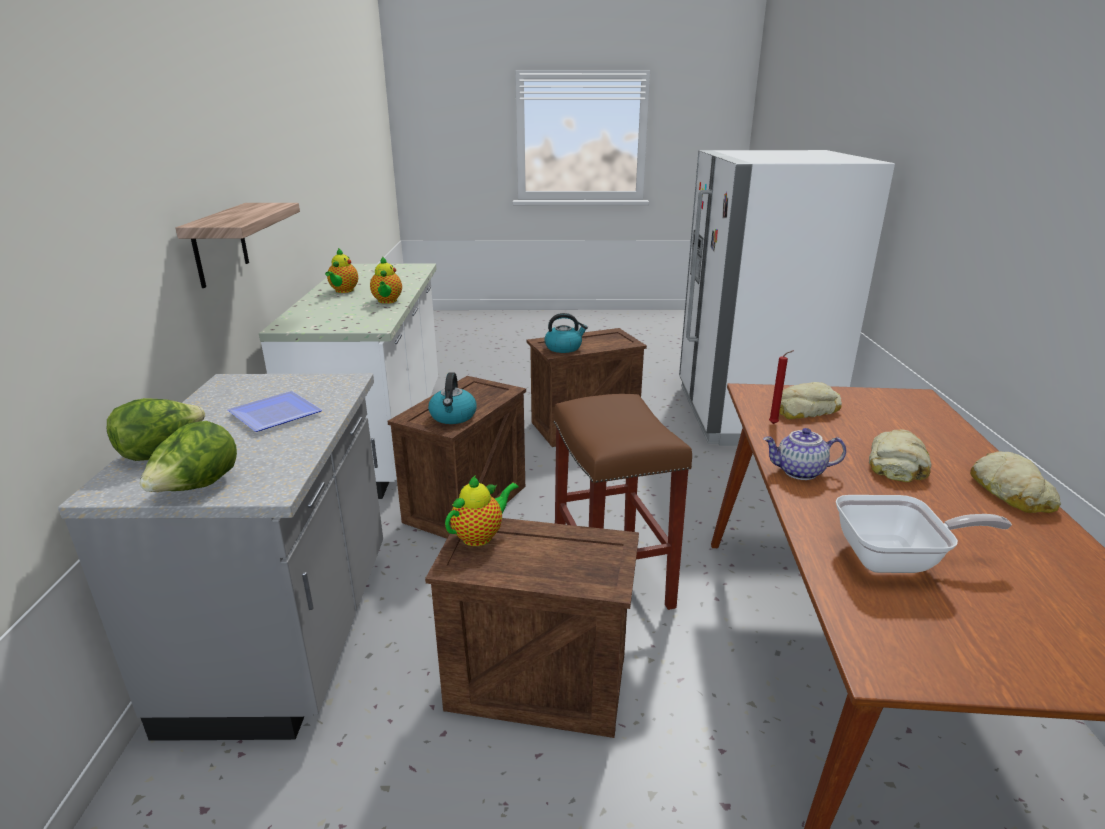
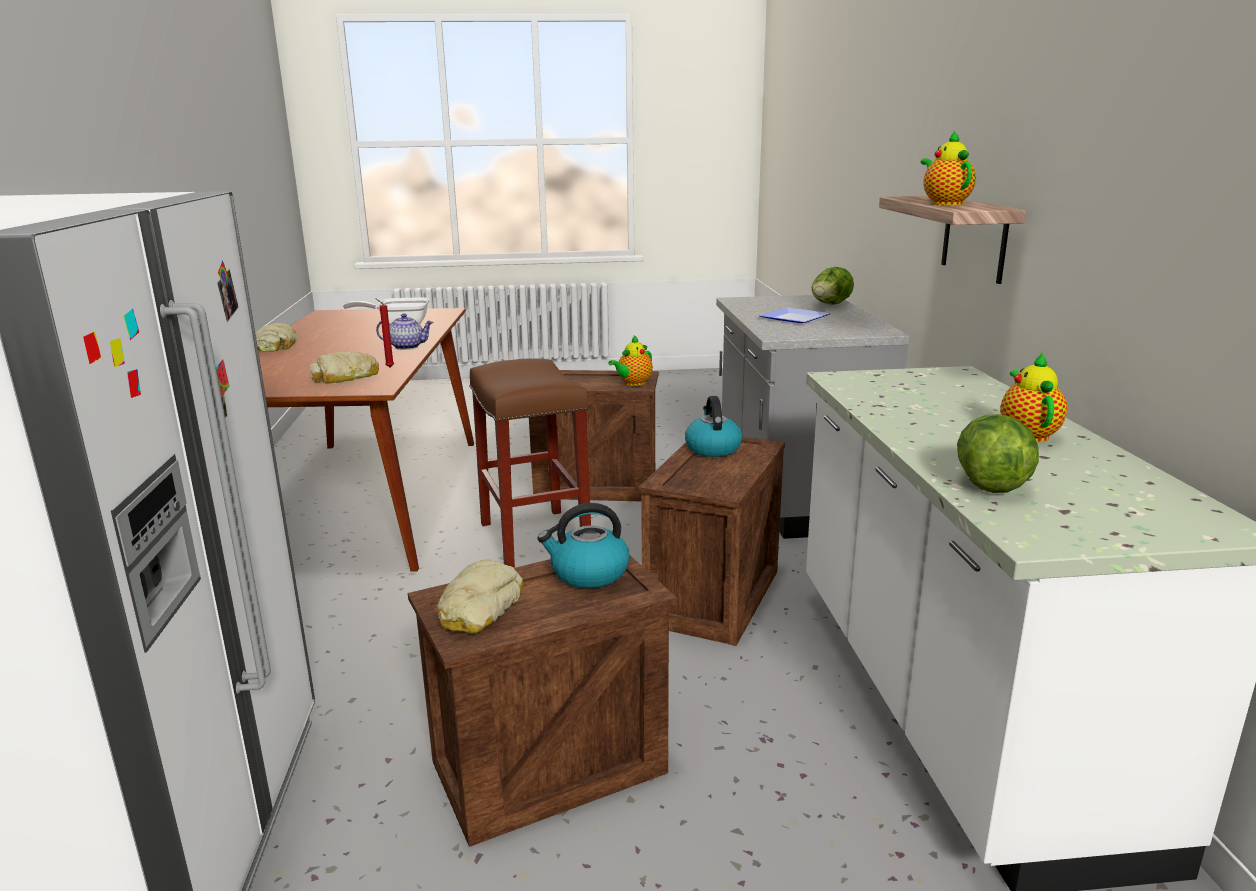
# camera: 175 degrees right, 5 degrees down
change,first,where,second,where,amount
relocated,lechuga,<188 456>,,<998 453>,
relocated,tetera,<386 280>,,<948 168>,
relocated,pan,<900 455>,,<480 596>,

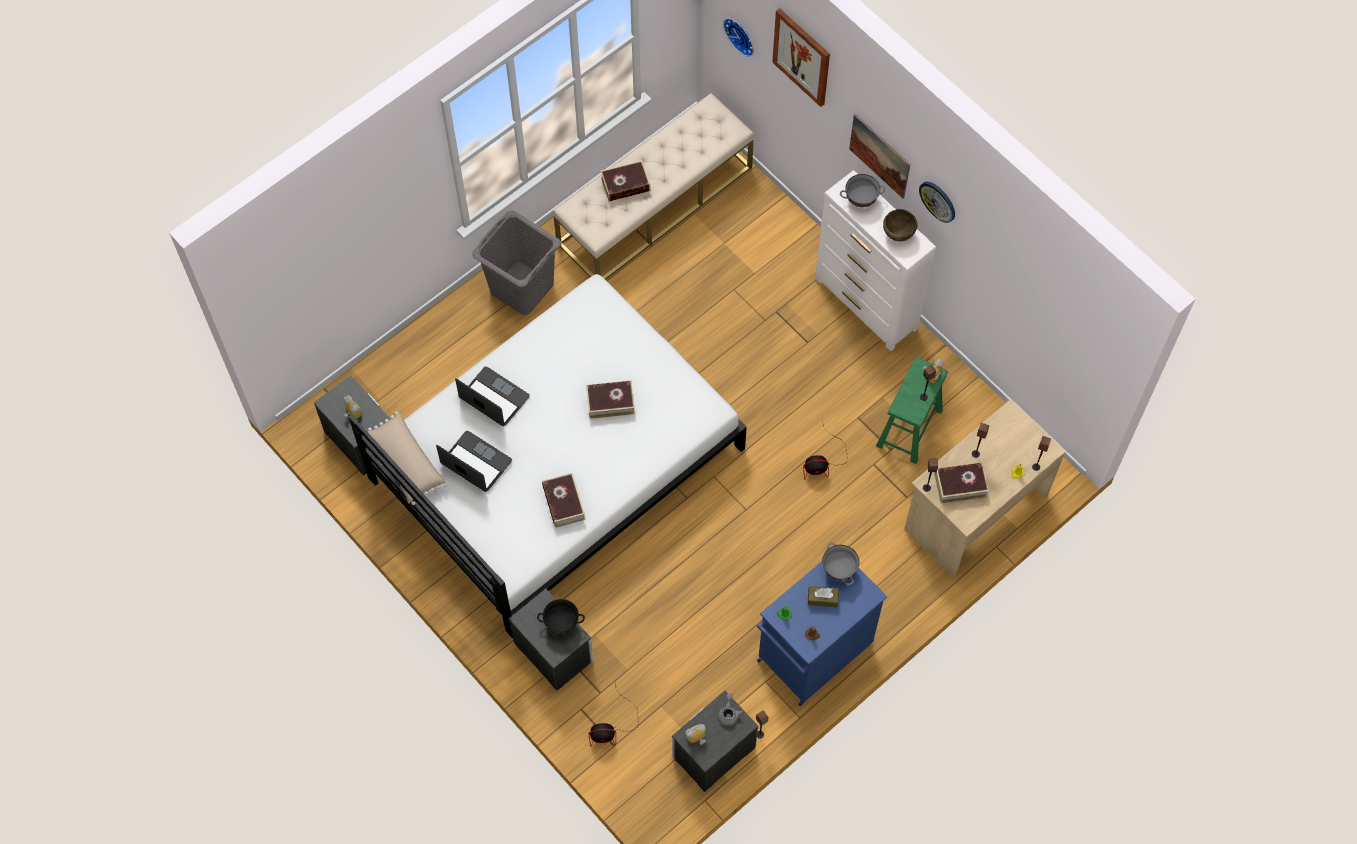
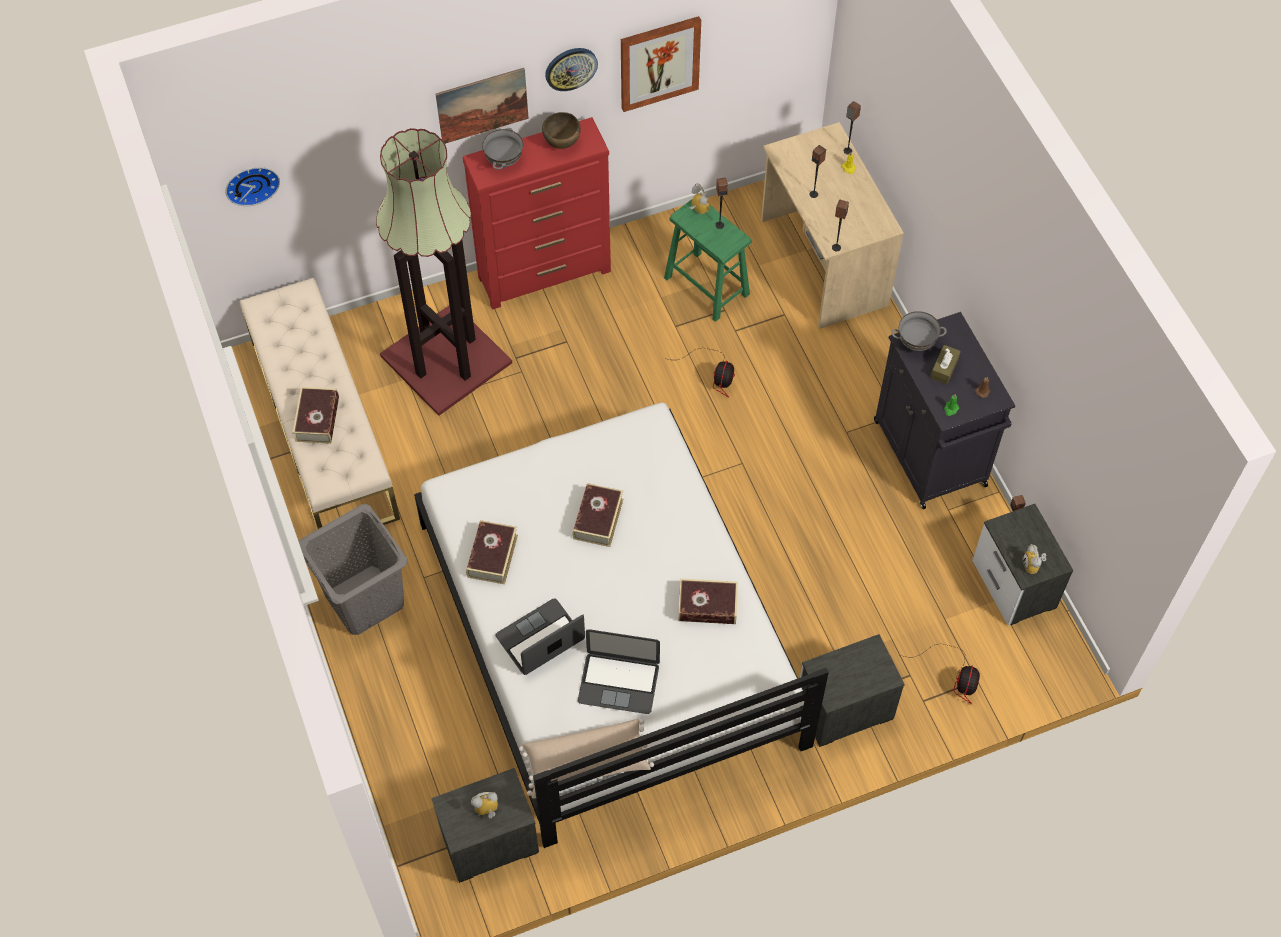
# camera: 70 degrees left, 5 degrees down
change,first,where,second,where,amount
missing,cuenco [negro],<561 617>,,,
missing,tetera [gris],<730 709>,,,
appeared,,,lámpara de pie,<444 272>,
relocated,cuadro,<801 57>,,<661 64>,
relocated,libro,<961 483>,,<492 552>,
colour,armario [azul],<822 633>,armario [negro],<944 410>,
colour,cómoda [blanco],<875 260>,cómoda [rojo],<536 213>,
spun,portátil,<474 461>,,<619 671>,135 degrees counterclockwise

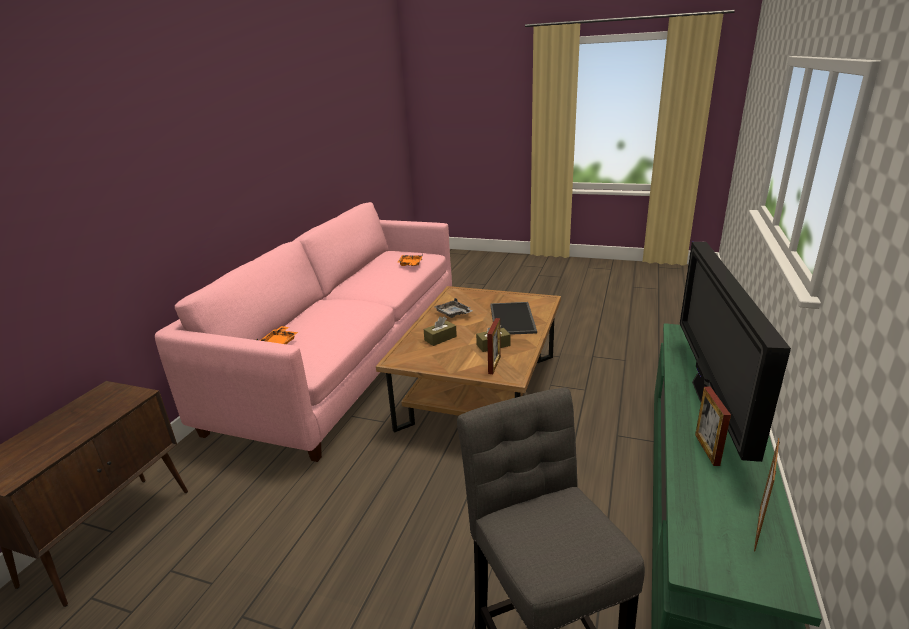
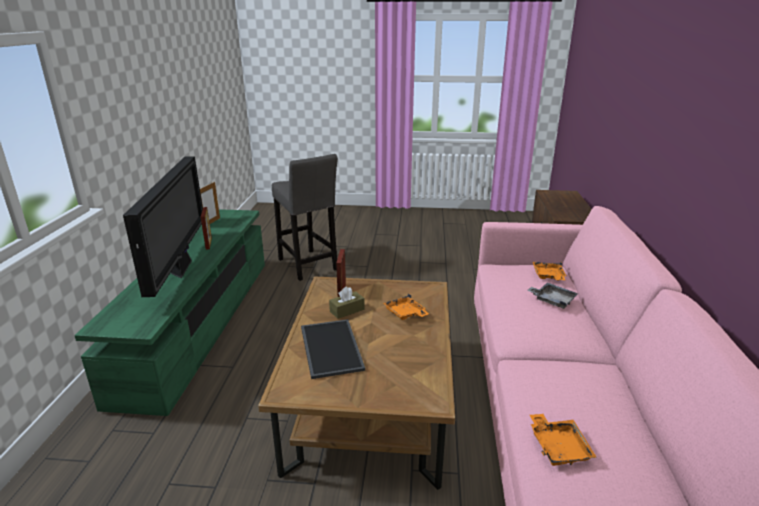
# camera: 165 degrees right, 0 degrees up
change,first,where,second,where,amount
relocated,bandeja [gris],<453 308>,,<552 296>,
exchanged,caja de pañuelos [marrón],<440 331>,bandeja [naranja],<406 306>,

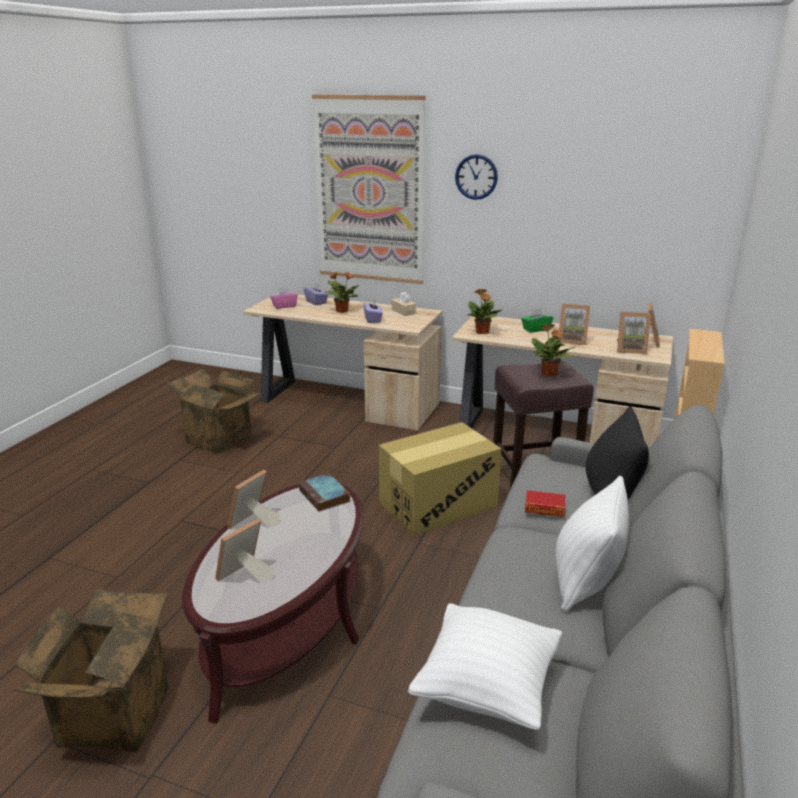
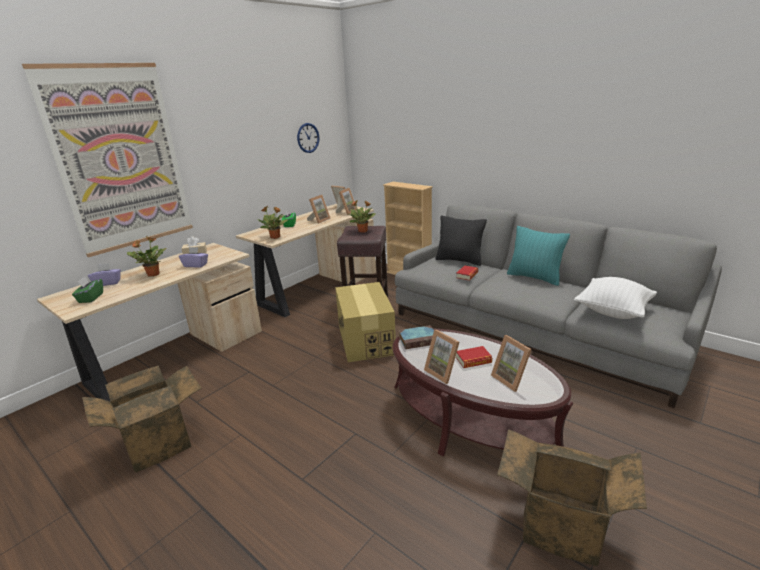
# camera: 70 degrees left, 0 degrees up
change,first,where,second,where,amount
appeared,,,libro,<474 357>,
relocated,reloj de pared,<476 177>,,<308 138>,
colour,caja de pañuelos [rosa],<284 297>,caja de pañuelos [verde],<87 290>,
colour,cojín [blanco],<592 544>,cojín [turquesa],<538 256>,

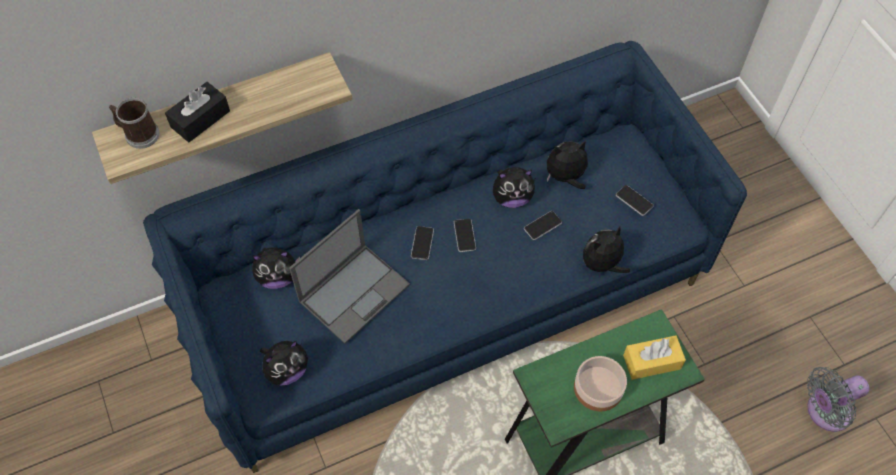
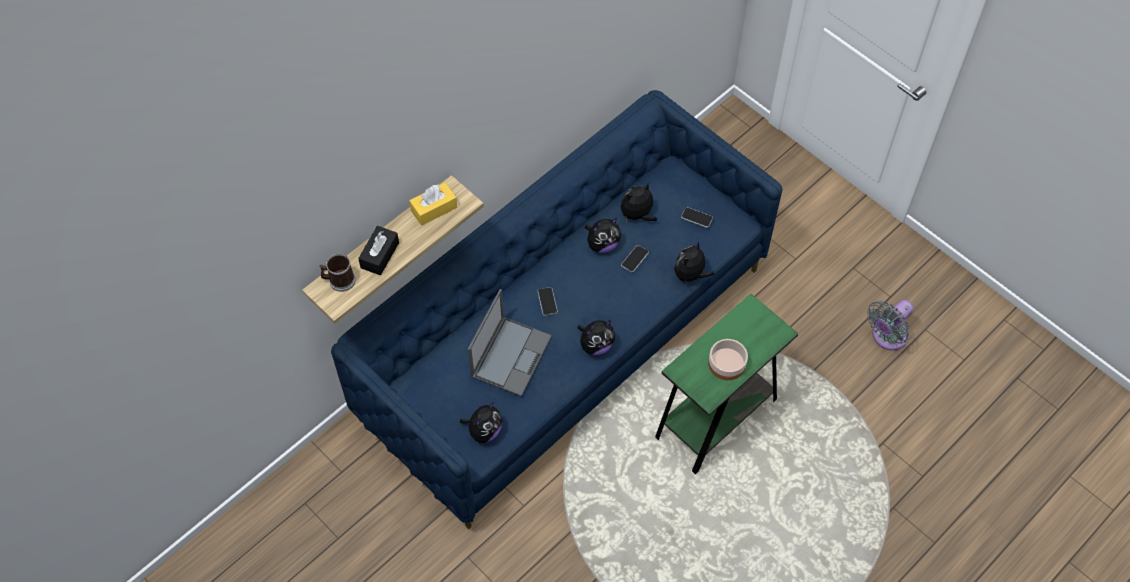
# camera: 20 degrees left, 0 degrees up
change,first,where,second,where,amount
missing,móvil,<465 235>,,,
relocated,peluche,<276 268>,,<596 337>,
relocated,caja de pañuelos [amarillo],<654 357>,,<433 204>,

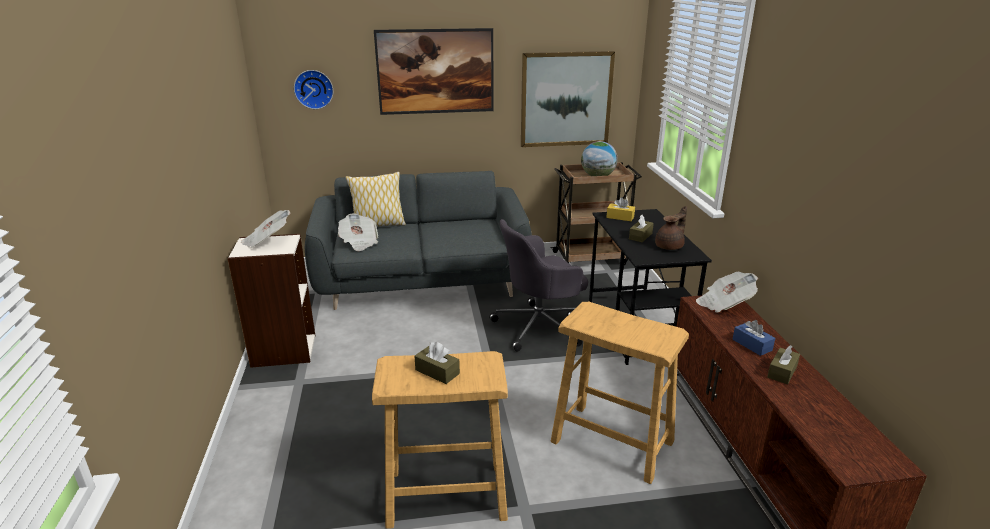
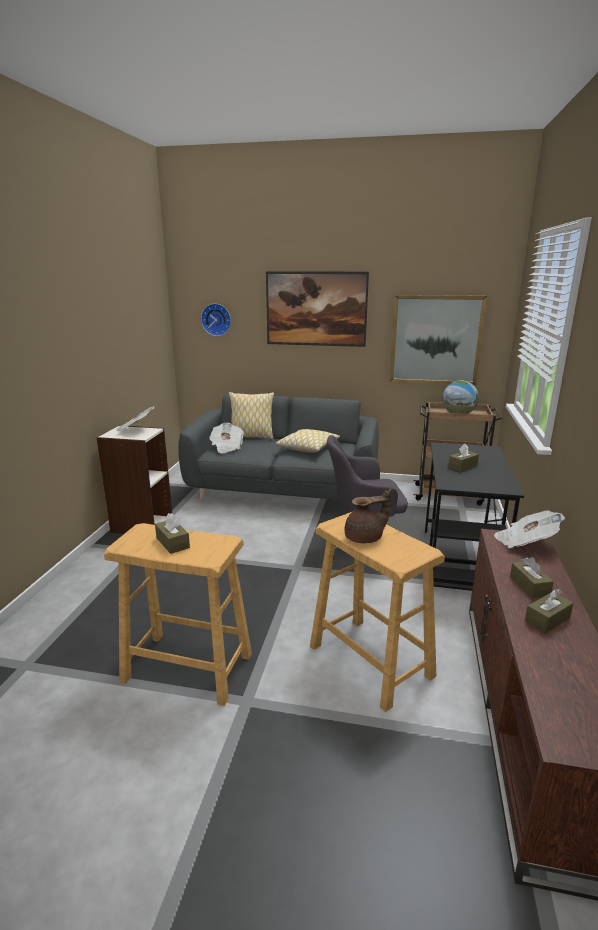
# camera: 20 degrees right, 5 degrees down
change,first,where,second,where,amount
missing,caja de pañuelos [amarillo],<620 209>,,,
appeared,,,cojín,<307 441>,
relocated,tetera [marrón],<671 228>,,<368 515>,
colour,caja de pañuelos [azul],<753 338>,caja de pañuelos [marrón],<532 577>,

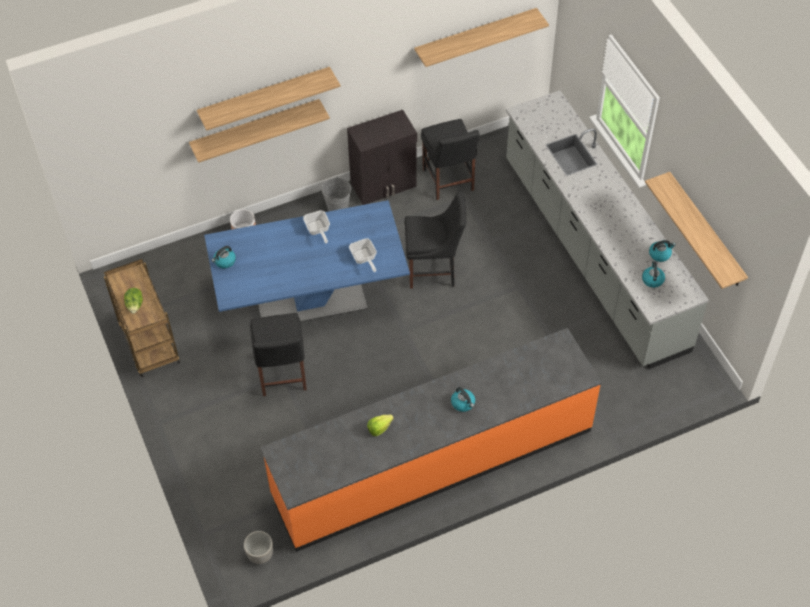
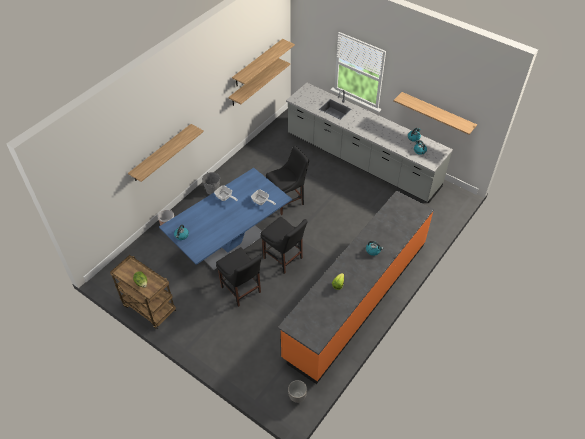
# camera: 30 degrees left, 5 degrees down
change,first,where,second,where,amount
missing,armario [negro],<382 157>,,,
relocated,estante,<268 99>,,<259 82>,
relocated,silla [negro],<450 159>,,<284 245>,

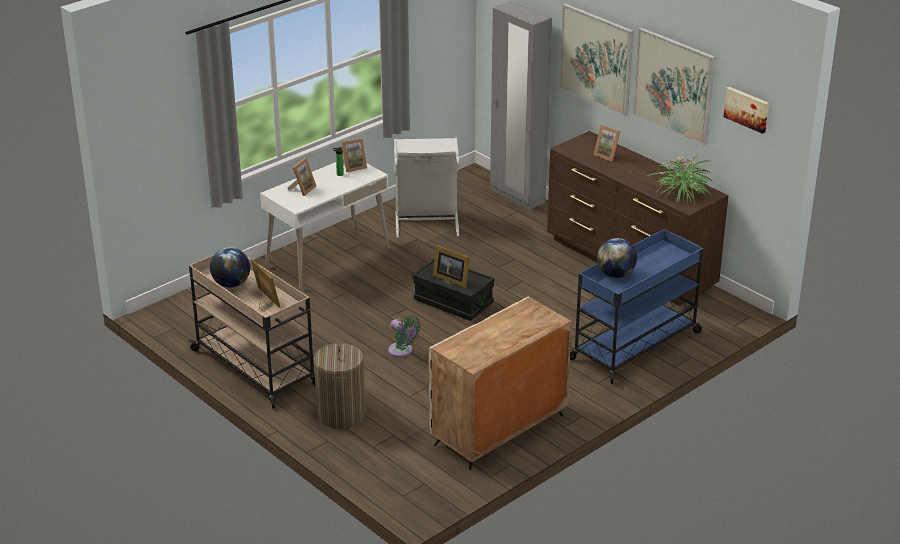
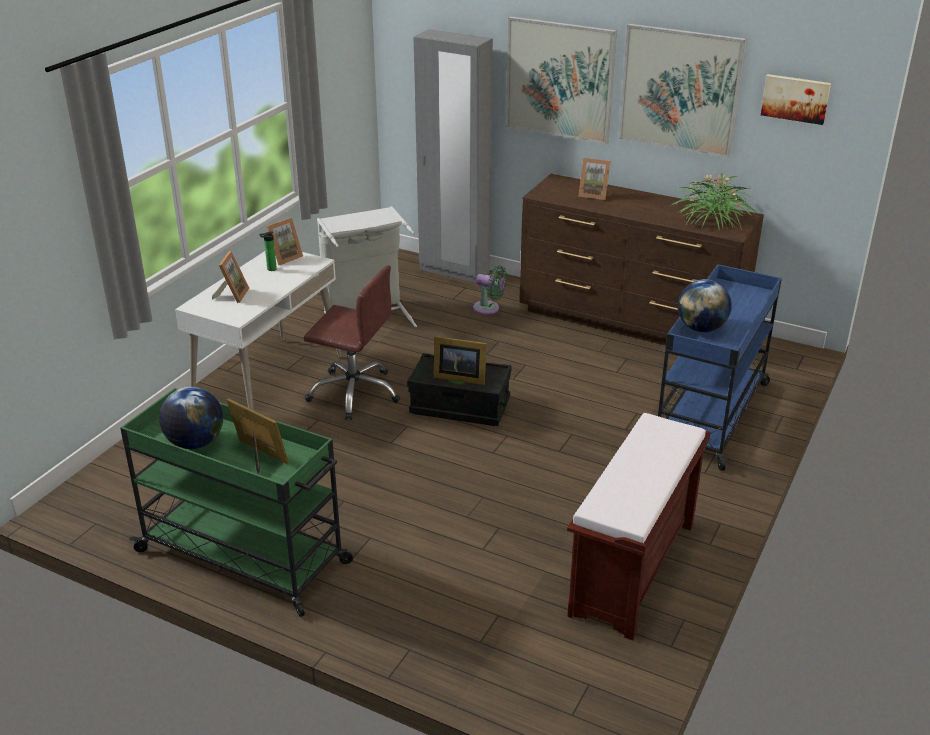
# camera: 20 degrees left, 0 degrees up
change,first,where,second,where,amount
missing,cesto de la ropa,<339 385>,,,
appeared,,,silla de oficina [marrón],<352 342>,
relocated,ventilador [verde],<404 336>,,<490 290>,
exchanged,armario [beis],<500 383>,banco [marrón],<639 526>,
colour,carrito [beis],<251 331>,carrito [verde],<236 502>,

